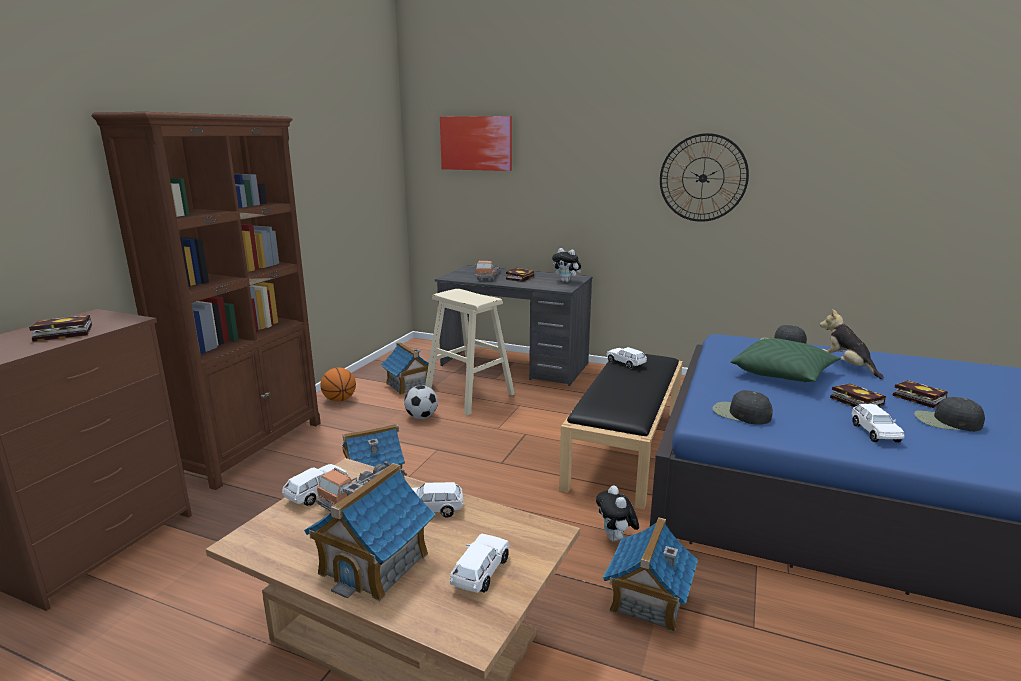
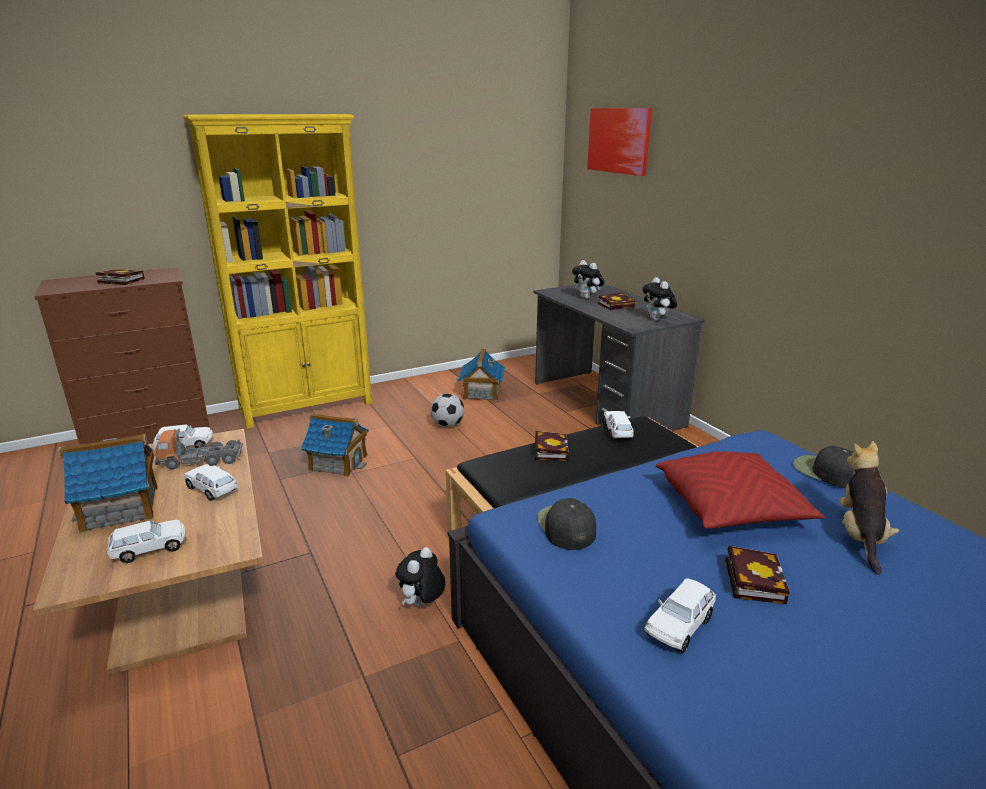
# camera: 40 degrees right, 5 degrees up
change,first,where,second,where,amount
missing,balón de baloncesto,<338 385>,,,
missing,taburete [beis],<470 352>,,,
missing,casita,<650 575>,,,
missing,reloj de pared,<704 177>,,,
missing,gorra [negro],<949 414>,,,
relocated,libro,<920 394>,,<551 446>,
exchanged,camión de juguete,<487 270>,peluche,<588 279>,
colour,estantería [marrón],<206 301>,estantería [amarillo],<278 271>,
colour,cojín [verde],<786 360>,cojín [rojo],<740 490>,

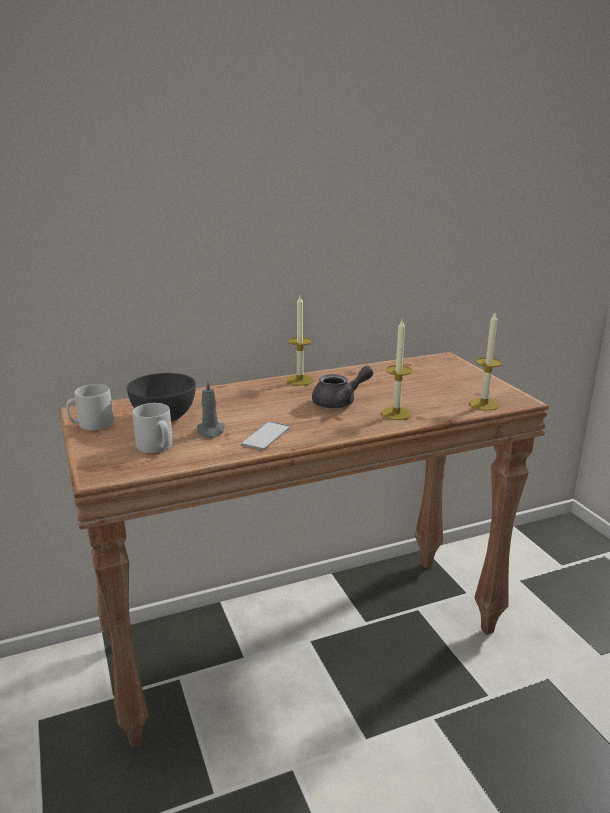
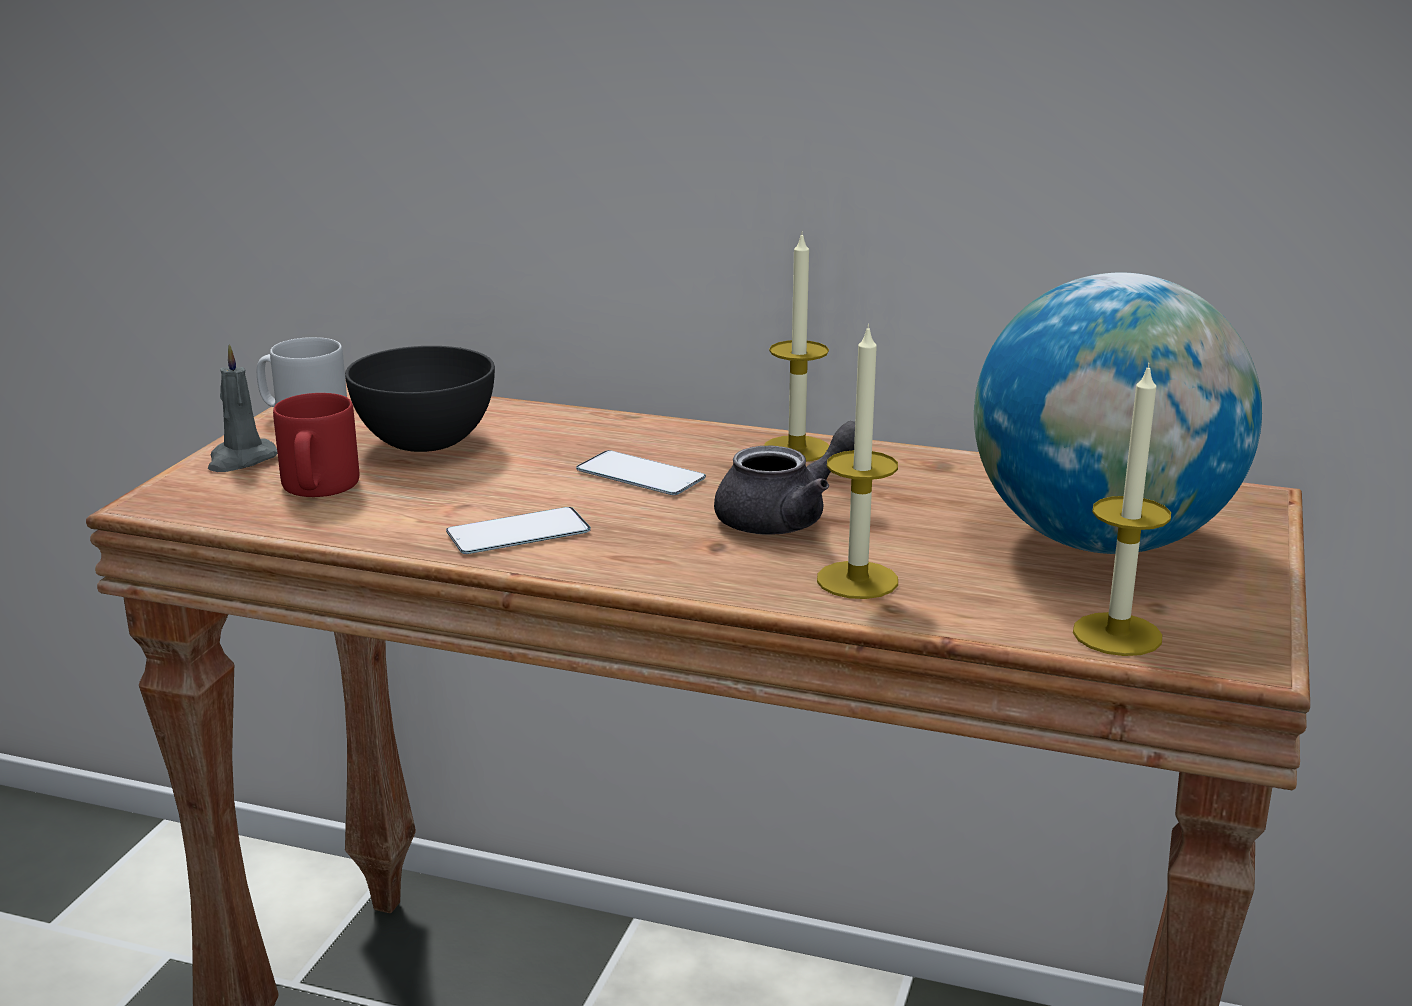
# camera: 40 degrees right, 0 degrees up
change,first,where,second,where,amount
appeared,,,móvil,<641 472>,
appeared,,,globo terráqueo,<1118 413>,
relocated,vela [gris],<211 409>,,<242 408>,
colour,taza grande [gris],<152 428>,taza grande [rojo],<316 445>,
spun,tetera [gris],<343 387>,,<784 478>,45 degrees counterclockwise

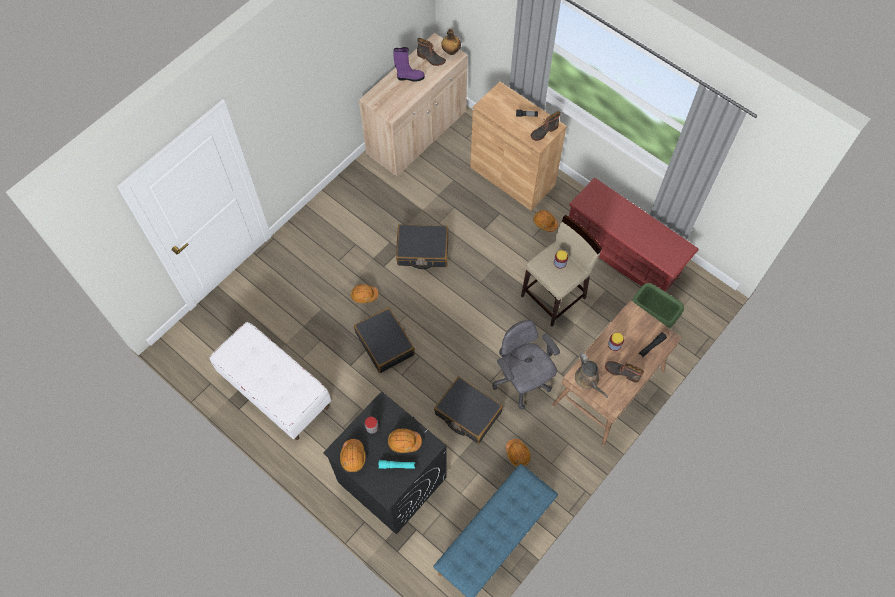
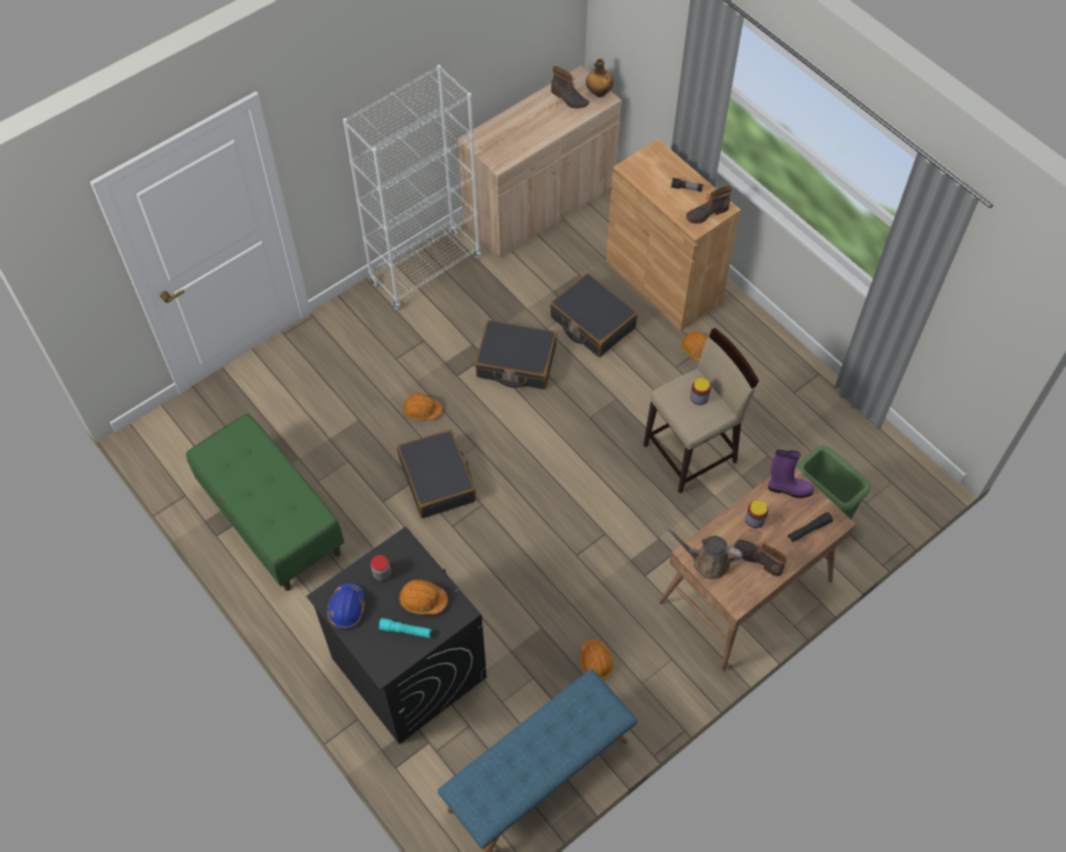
# camera: 10 degrees right, 5 degrees down
change,first,where,second,where,amount
missing,silla de oficina [gris],<526 364>,,,
missing,zapatero [rojo],<634 235>,,,
appeared,,,estantería [blanco],<412 187>,
relocated,bota [morado],<409 64>,,<791 474>,
relocated,maleta [negro],<468 410>,,<594 315>,
colour,banco [blanco],<270 380>,banco [verde],<265 502>,
colour,casco [naranja],<353 455>,casco [azul],<345 606>,
spun,regadera [marrón],<591 375>,,<704 553>,120 degrees clockwise

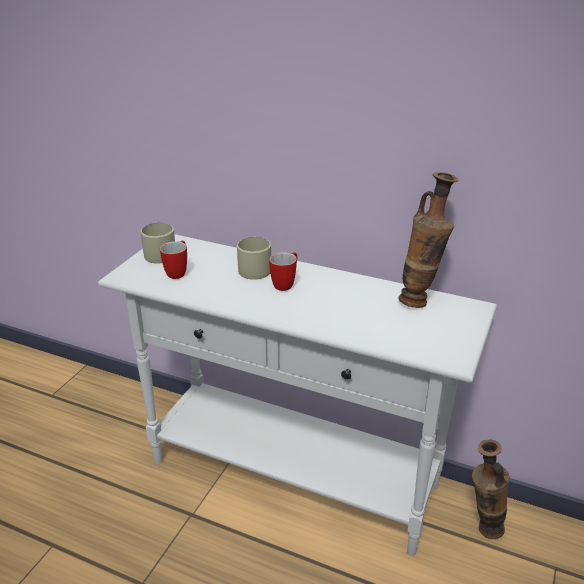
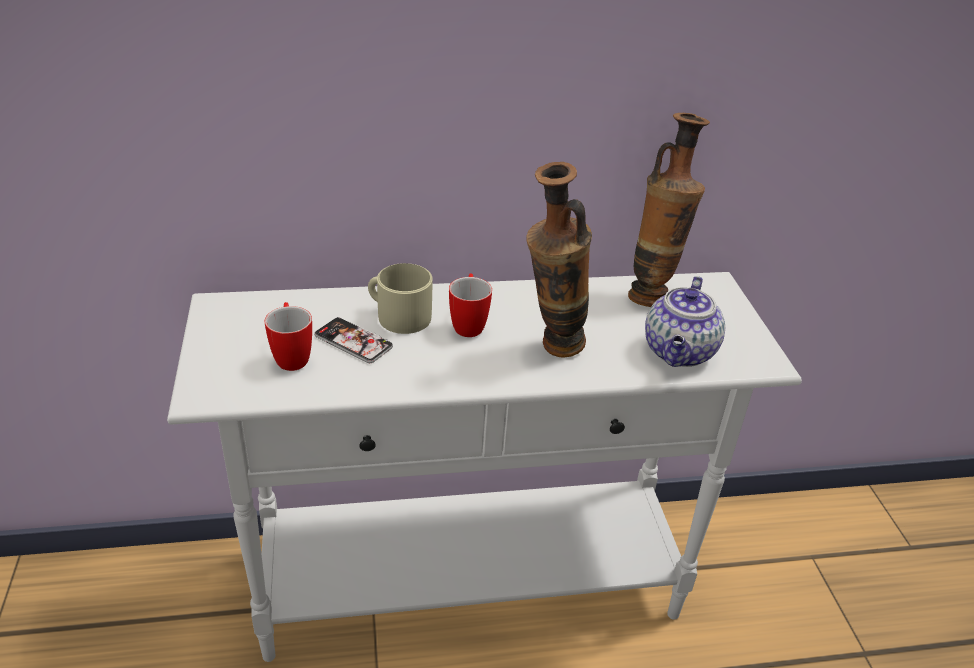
# camera: 35 degrees left, 5 degrees up
change,first,where,second,where,amount
missing,taza grande [beis],<157 243>,,,
appeared,,,móvil,<353 340>,
appeared,,,tetera,<685 321>,
relocated,florero,<491 489>,,<559 259>,

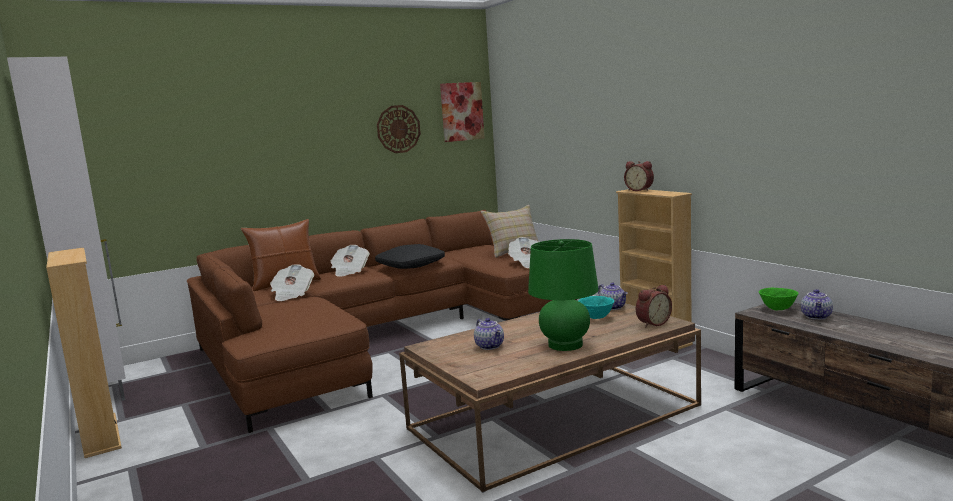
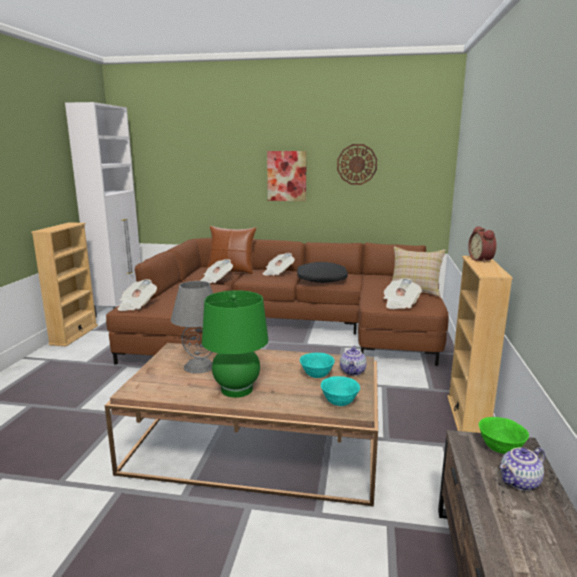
# camera: 40 degrees right, 5 degrees up
change,first,where,second,where,amount
appeared,,,periódico,<137 295>,
relocated,cuadro,<462 112>,,<287 176>,
exchanged,tetera,<489 334>,lámpara de mesa [gris],<192 327>,
exchanged,despertador,<654 306>,cuenco [turquesa],<340 391>,

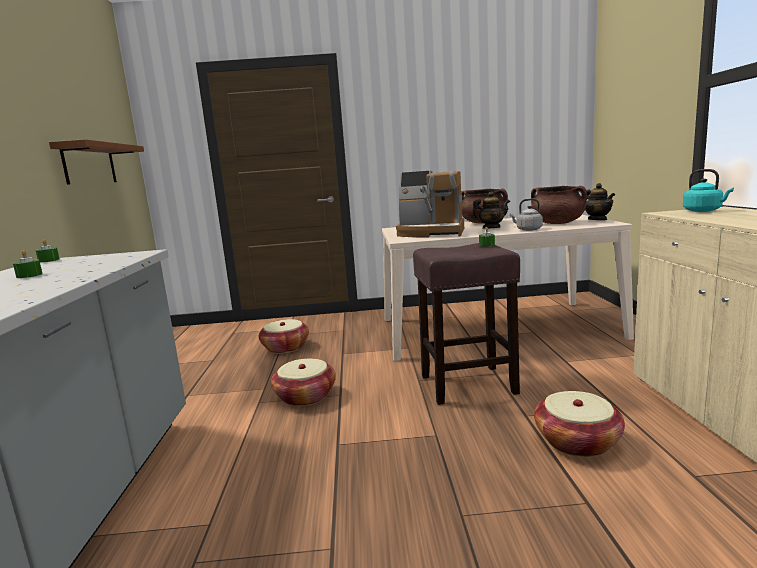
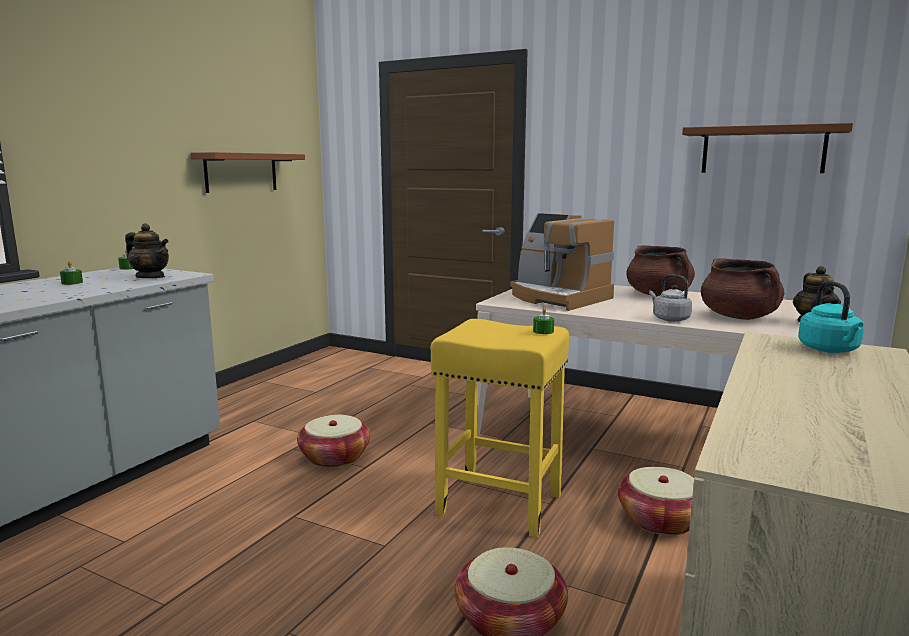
# camera: 30 degrees right, 0 degrees up
change,first,where,second,where,amount
appeared,,,estante [marrón],<767 148>,
relocated,cesta,<284 336>,,<656 501>,
relocated,tetera,<490 210>,,<147 251>,
colour,taburete [marrón],<466 324>,taburete [amarillo],<500 428>,

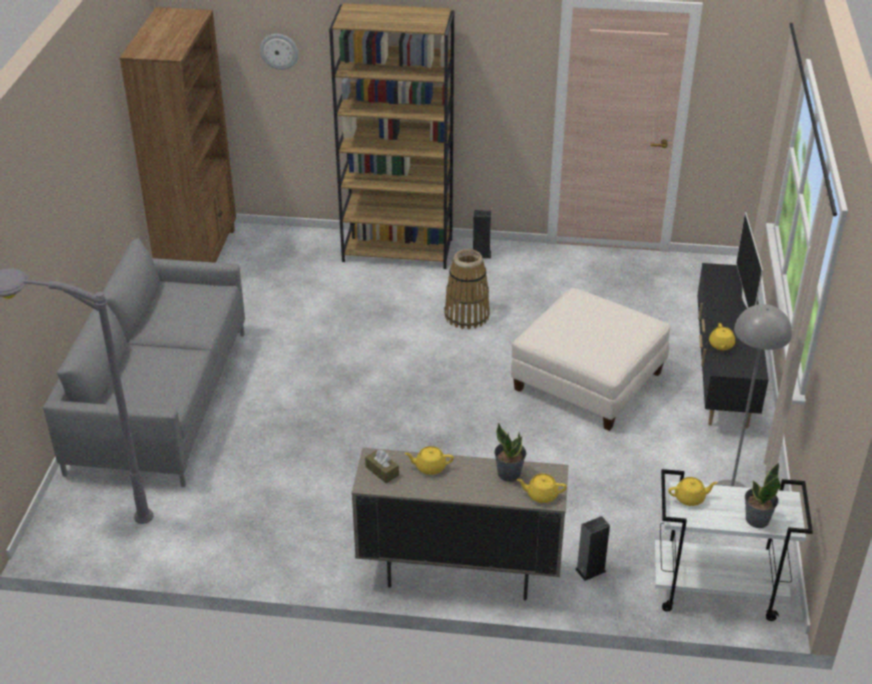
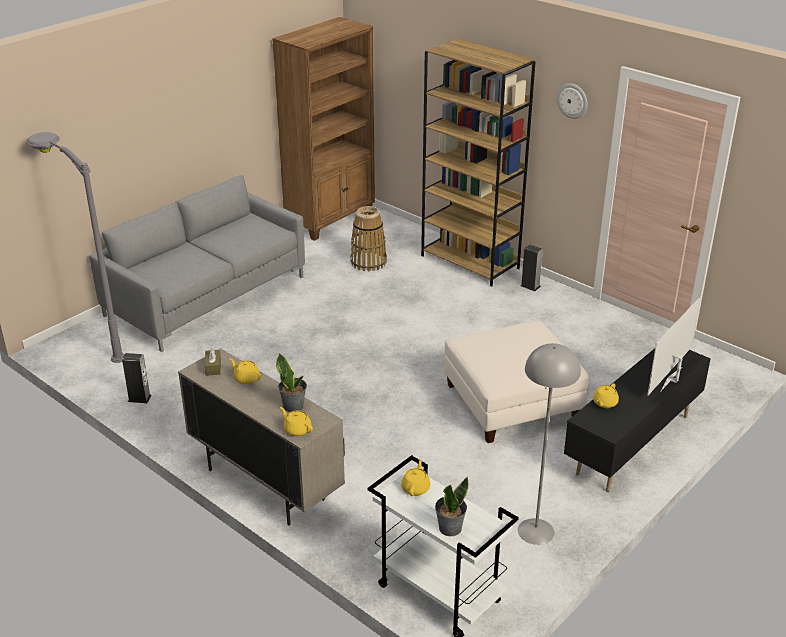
# camera: 35 degrees right, 5 degrees down
change,first,where,second,where,amount
relocated,reloj de pared,<279 52>,,<572 101>,
relocated,cesta,<467 289>,,<368 239>,
relocated,altavoz,<592 548>,,<136 378>,
spun,tetera [amarillo],<693 491>,,<415 477>,105 degrees counterclockwise

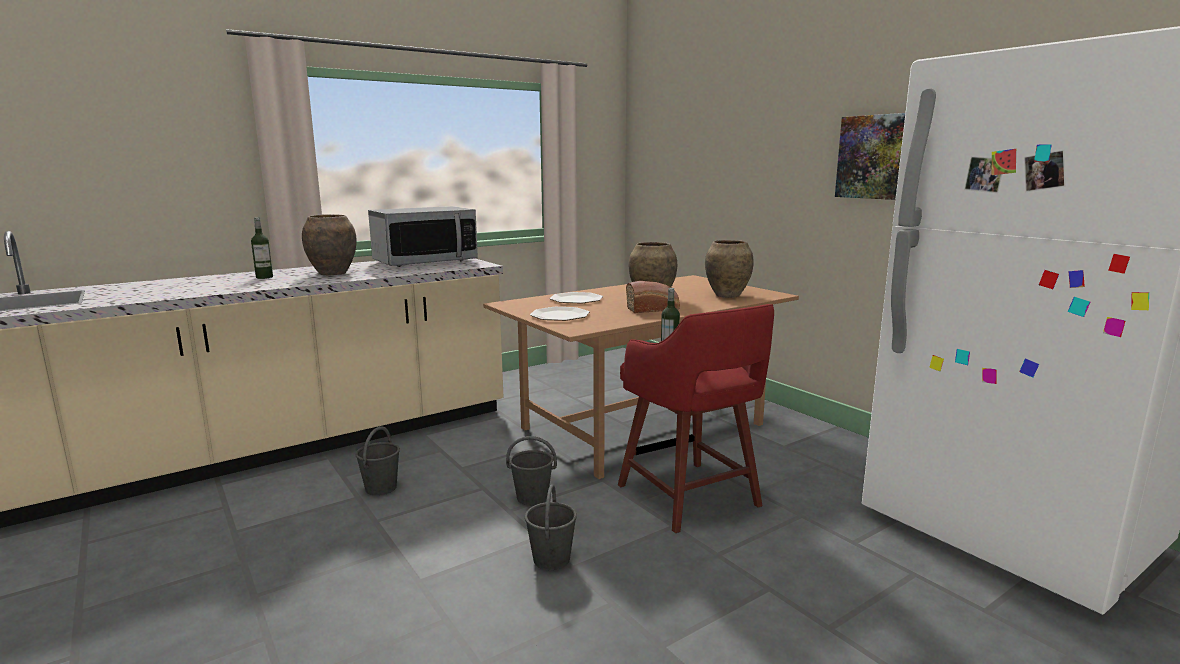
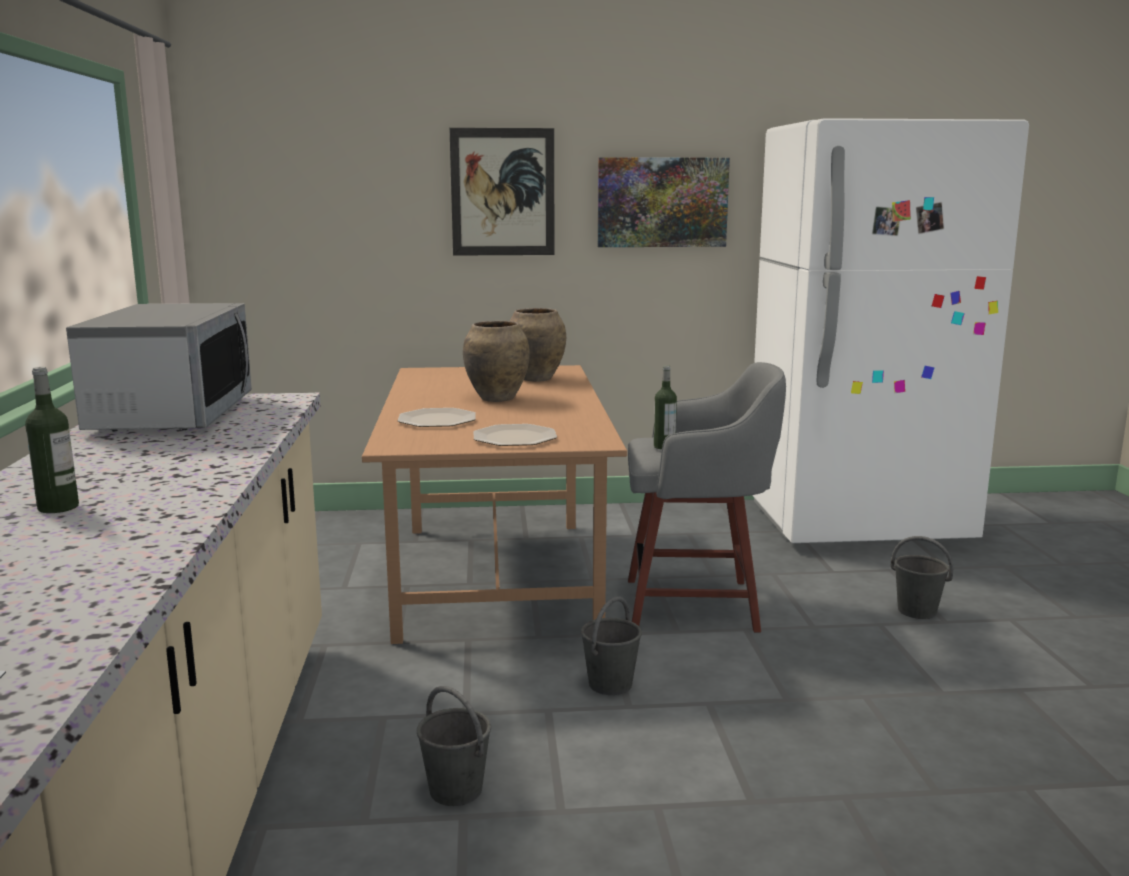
# camera: 60 degrees left, 0 degrees up
change,first,where,second,where,amount
missing,florero [marrón],<329 244>,,,
missing,pan,<653 297>,,,
appeared,,,cuadro,<502 192>,
relocated,cubo [gris],<551 527>,,<922 577>,
colour,taburete [rojo],<696 418>,taburete [gris],<707 497>,

